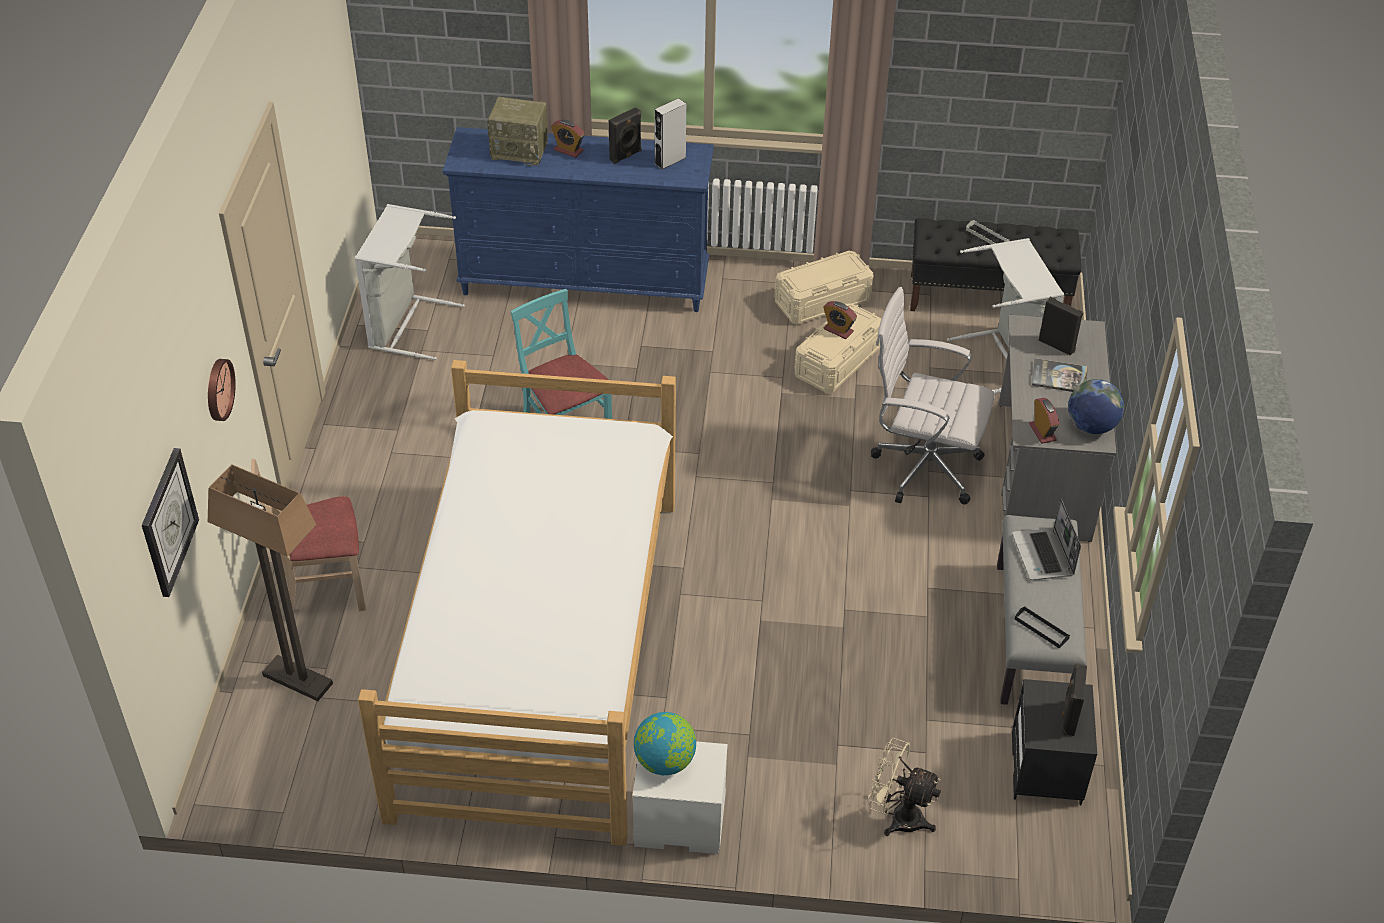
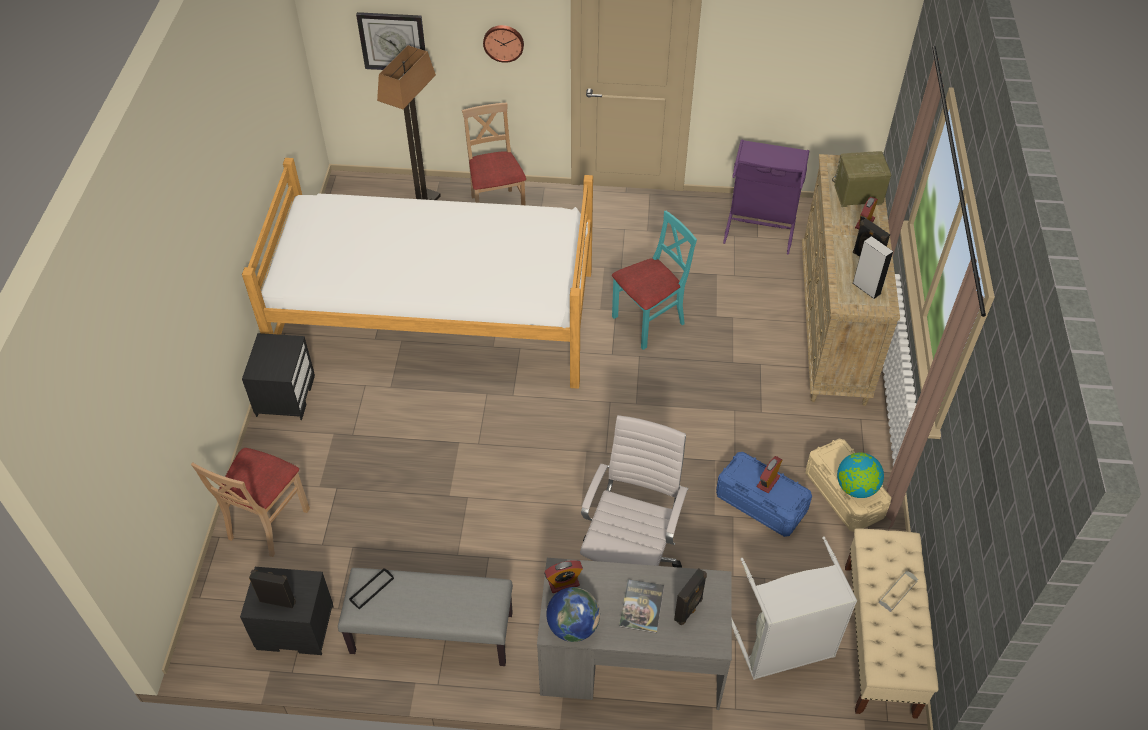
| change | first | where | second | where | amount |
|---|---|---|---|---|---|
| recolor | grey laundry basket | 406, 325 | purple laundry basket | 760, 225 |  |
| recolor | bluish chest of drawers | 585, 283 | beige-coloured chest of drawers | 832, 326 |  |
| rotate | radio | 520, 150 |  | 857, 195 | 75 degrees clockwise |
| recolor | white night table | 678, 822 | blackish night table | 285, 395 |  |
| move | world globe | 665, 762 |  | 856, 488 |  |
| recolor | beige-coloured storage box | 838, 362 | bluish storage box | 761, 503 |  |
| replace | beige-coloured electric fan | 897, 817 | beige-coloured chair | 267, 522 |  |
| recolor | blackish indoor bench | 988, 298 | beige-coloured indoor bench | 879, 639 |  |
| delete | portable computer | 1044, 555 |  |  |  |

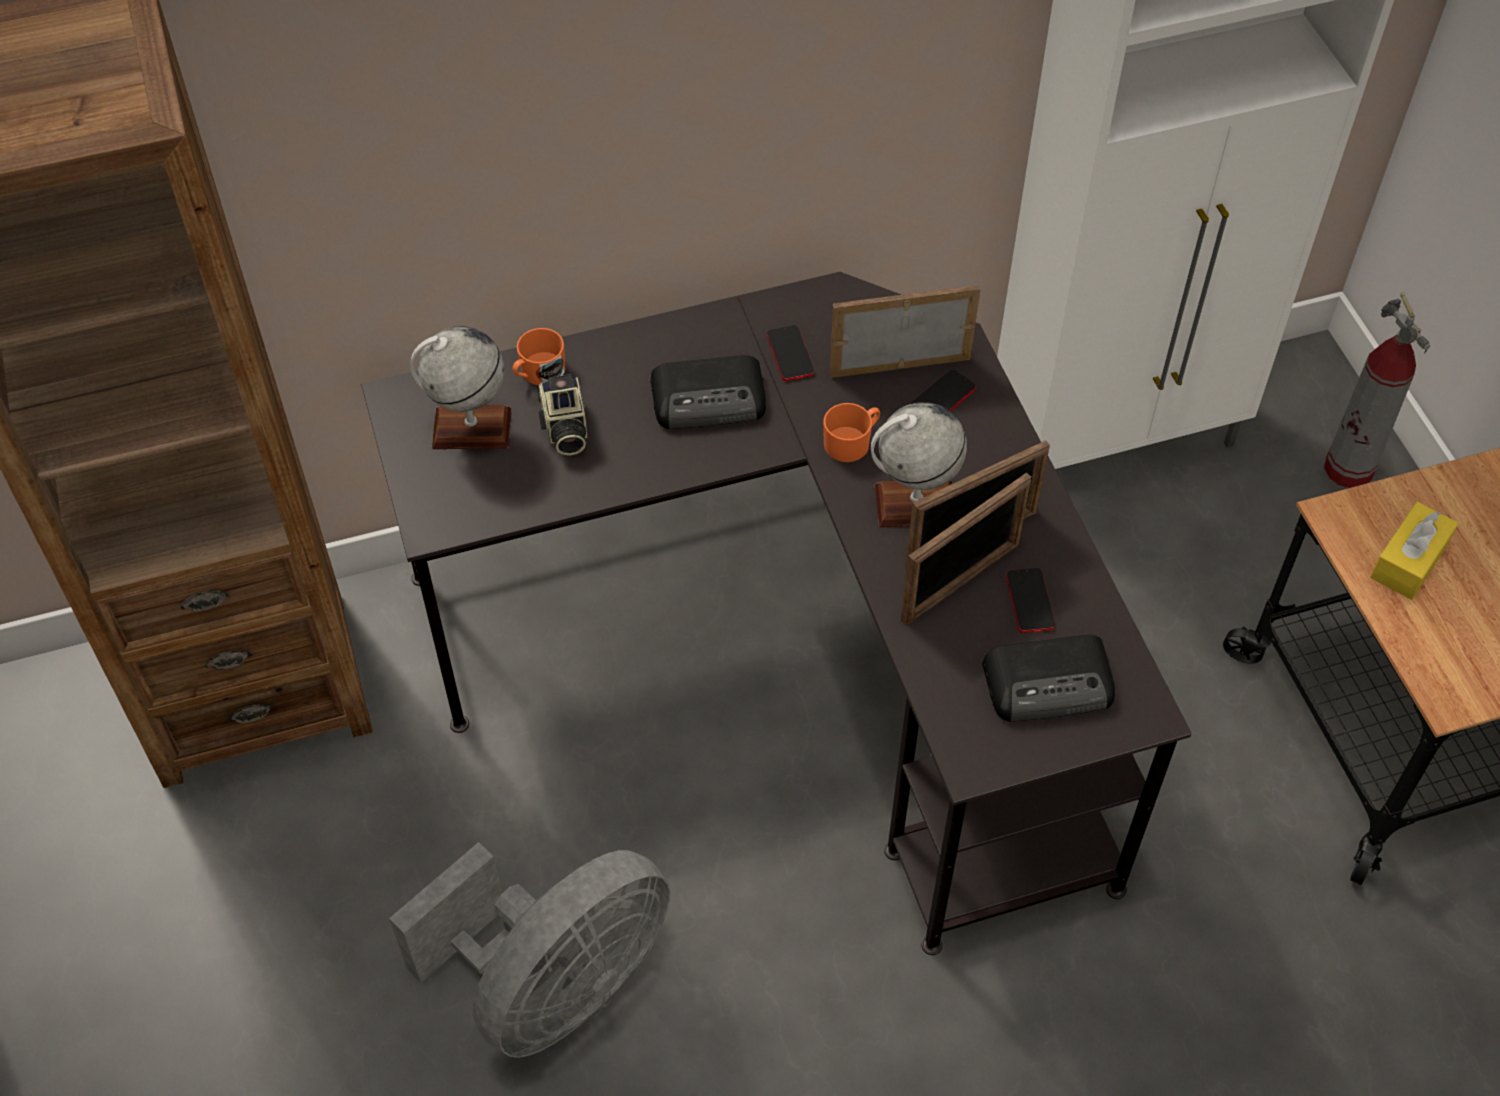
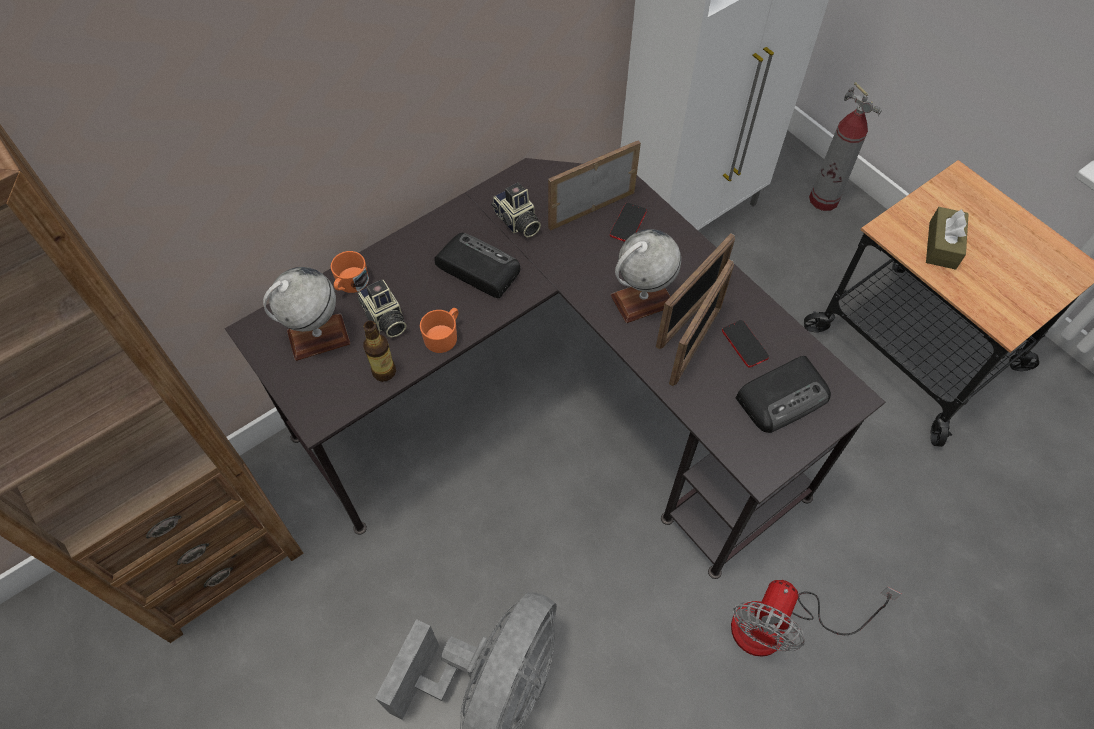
| change | first | where | second | where | amount |
|---|---|---|---|---|---|
| rotate | radio | 710, 399 |  | 477, 268 | 120 degrees counterclockwise |
| replace | handset | 790, 354 | still camera | 517, 222 |  |
| move | orangey tea mug | 852, 442 |  | 443, 336 |  |
| recolor | yellowish box of tissues | 1409, 561 | brown-coloured box of tissues | 942, 245 |  |
| insert |  |  | drink bottle | 384, 371 |  |
| insert |  |  | electric fan | 778, 626 |  |

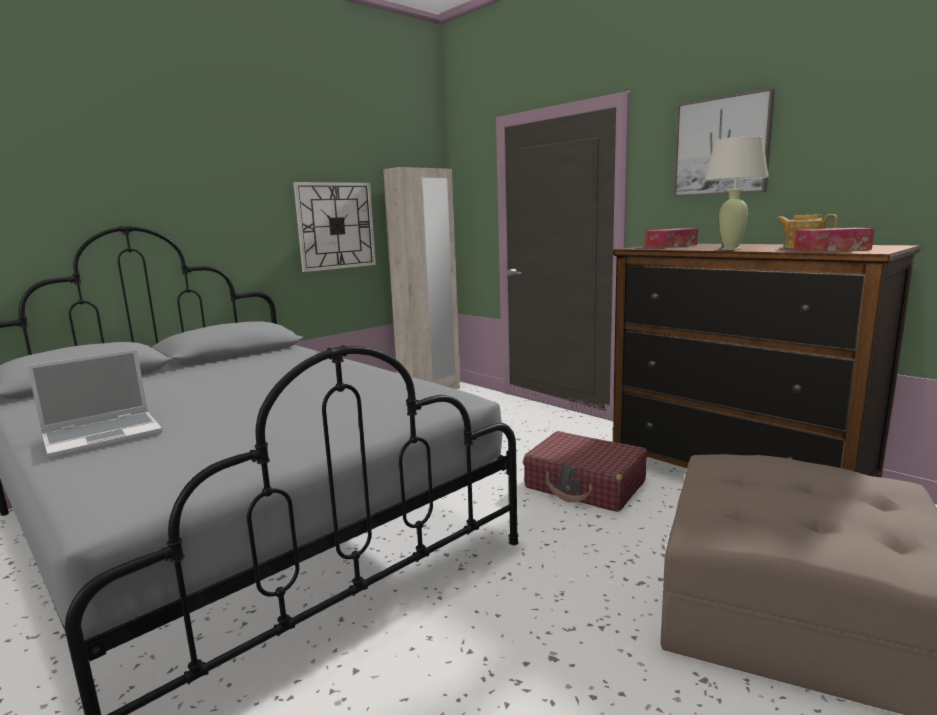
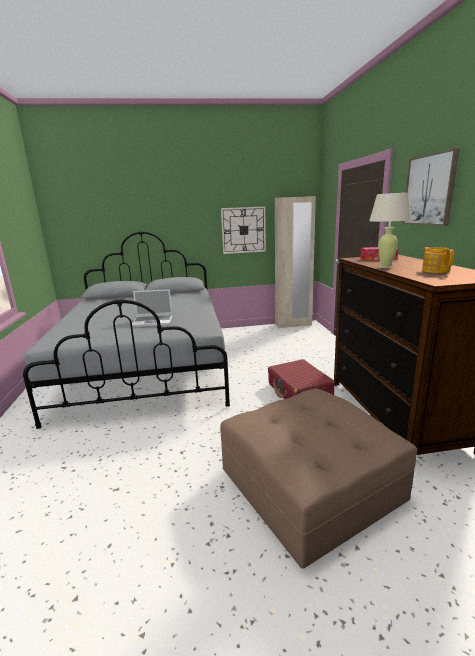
| change | first | where | second | where | amount |
|---|---|---|---|---|---|
| move | portable computer | 104, 436 |  | 153, 322 |  |
| delete | box of tissues | 831, 249 |  |  |  |

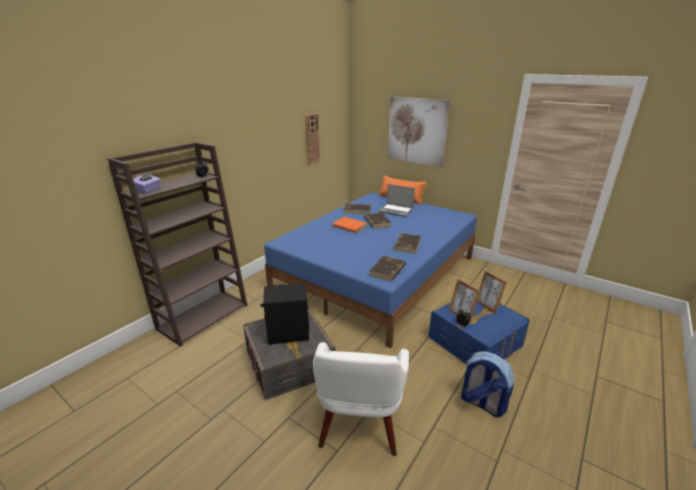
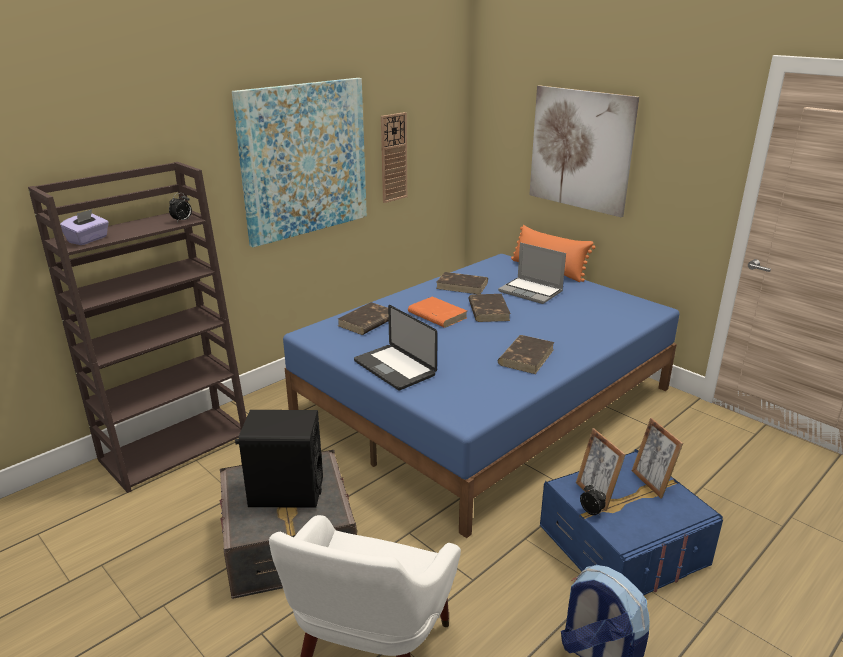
| change | first | where | second | where | amount |
|---|---|---|---|---|---|
| move | brown-coloured book | 387, 270 |  | 367, 322 |  |
| insert |  |  | picture | 304, 160 |  |
| insert |  |  | portable computer | 394, 368 |  |

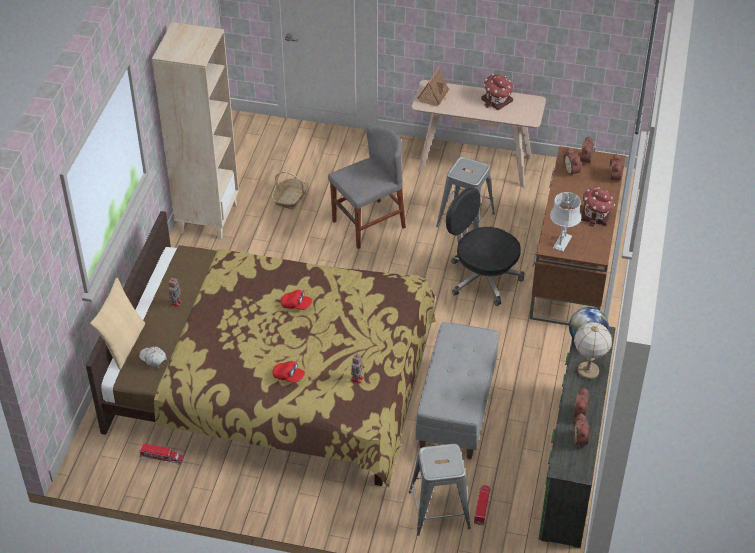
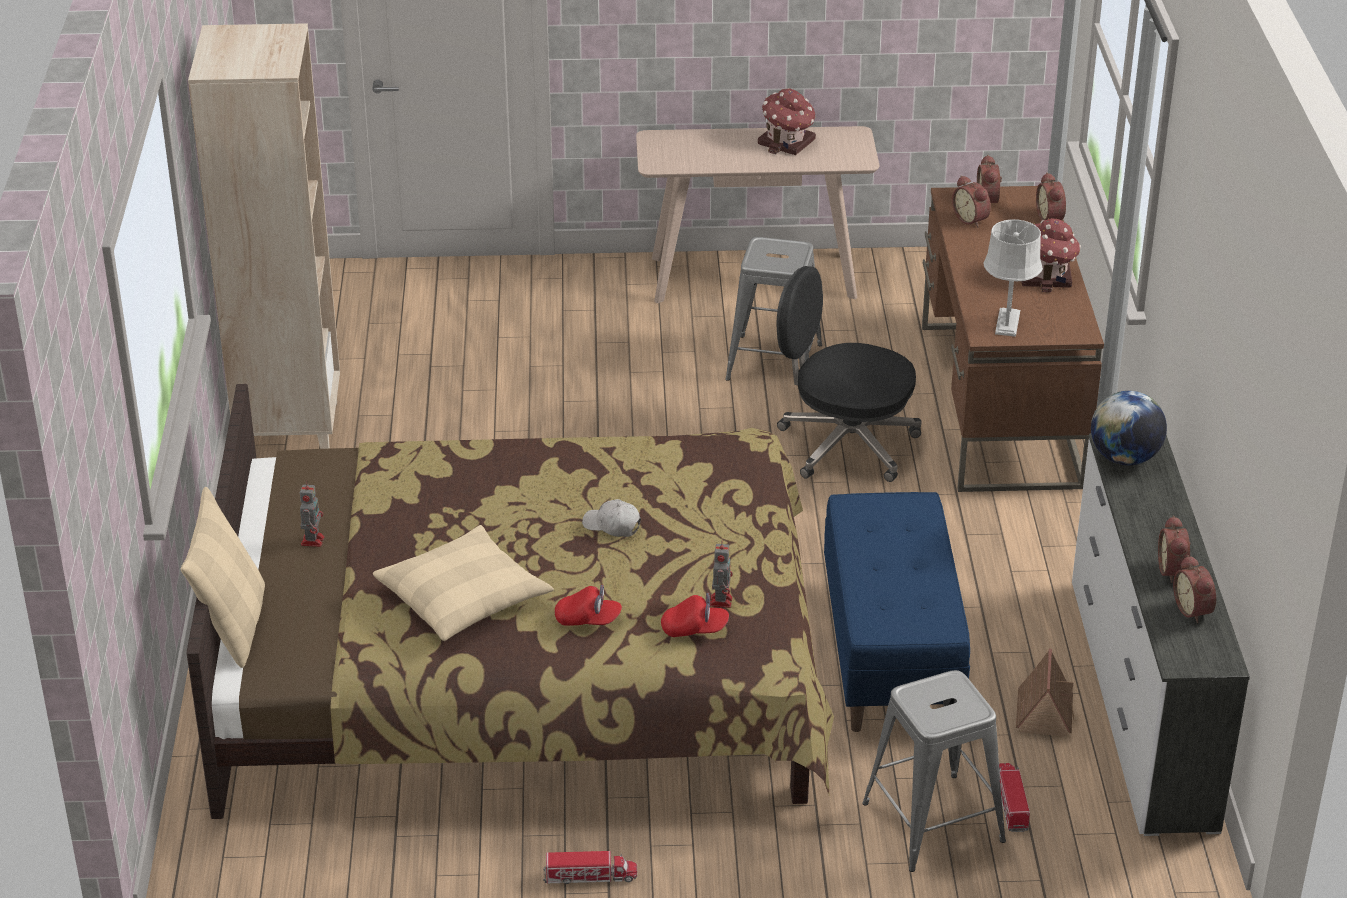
| change | first | where | second | where | amount |
|---|---|---|---|---|---|
| move | white cap | 153, 359 |  | 612, 525 |  |
| move | toy truck | 162, 457 |  | 590, 876 |  |
| delete | household basket | 290, 198 |  |  |  |
| move | reddish cap | 296, 305 |  | 694, 629 |  |
| delete | grey chair | 368, 224 |  |  |  |
| recolor | grey indoor bench | 455, 408 | bluish indoor bench | 889, 652 |  |
| move | miniature house | 433, 95 |  | 1044, 712 |  |
| recolor | green chest of drawers | 571, 463 | white chest of drawers | 1140, 702 |  |
| delete | tabletop lamp | 588, 371 |  |  |  |
| insert |  |  | beige-coloured cushion | 463, 597 |  |

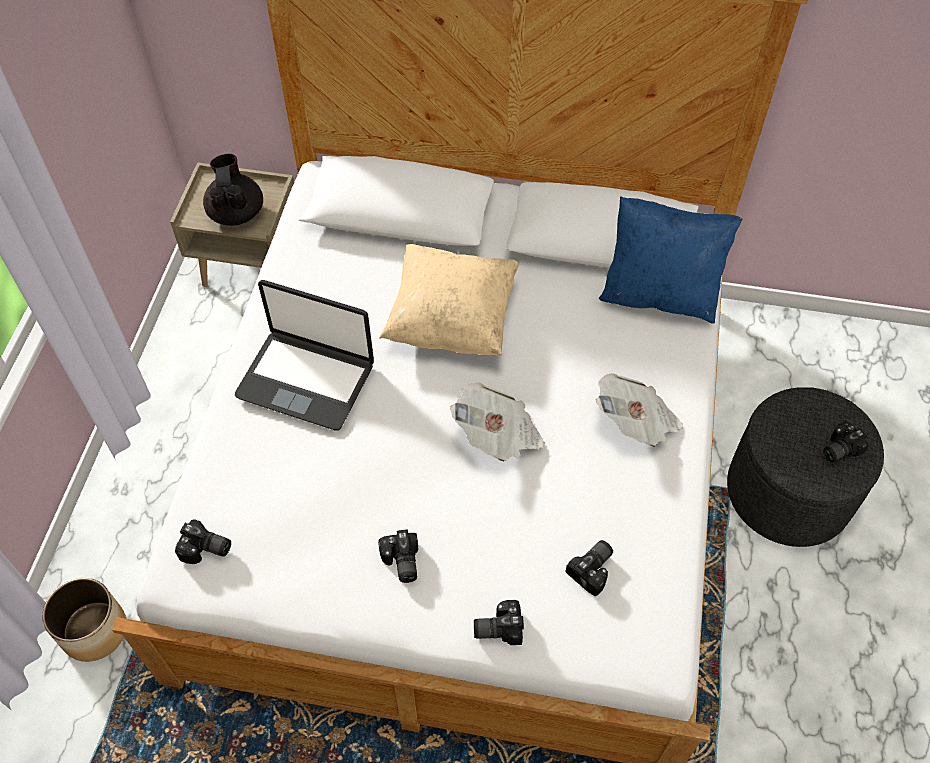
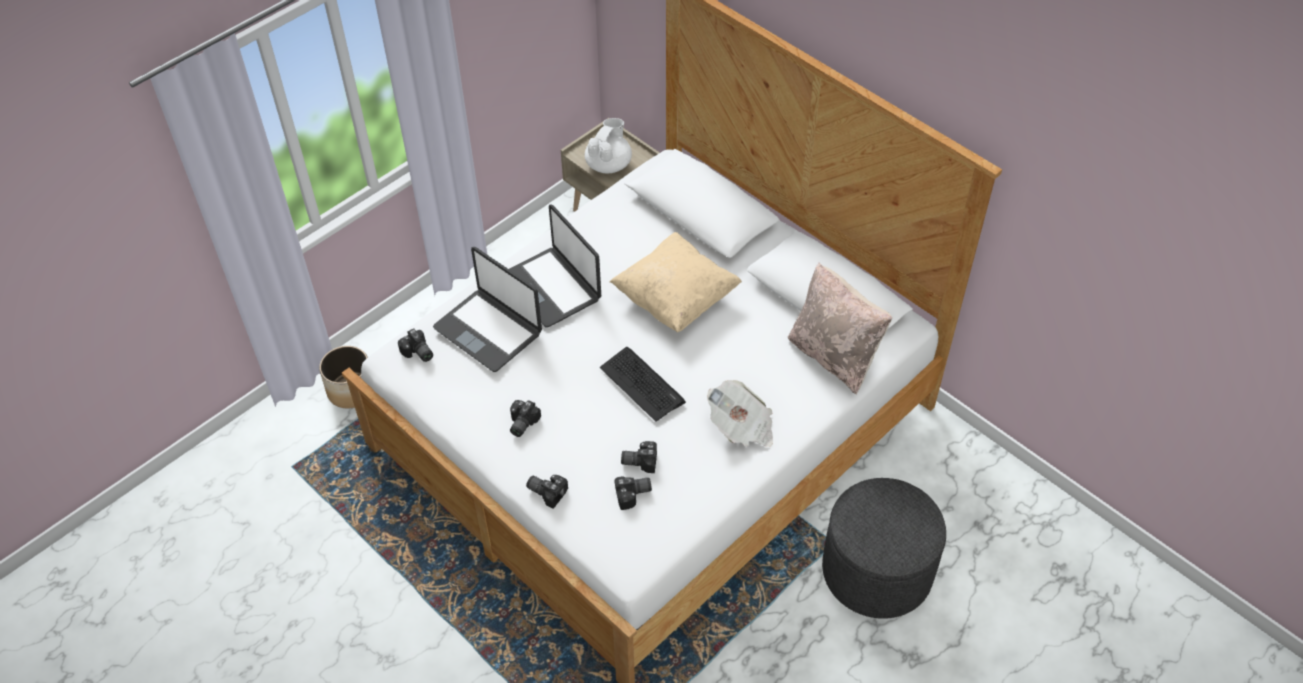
| change | first | where | second | where | amount |
|---|---|---|---|---|---|
| recolor | blackish tea pot | 236, 213 | white tea pot | 609, 164 |  |
| replace | newspaper | 498, 435 | computer keyboard | 642, 384 |  |
| recolor | bluish cushion | 659, 295 | beige-coloured cushion | 834, 356 |  |
| move | still camera | 838, 448 |  | 639, 460 |  |
| insert |  |  | portable computer | 489, 330 |  |

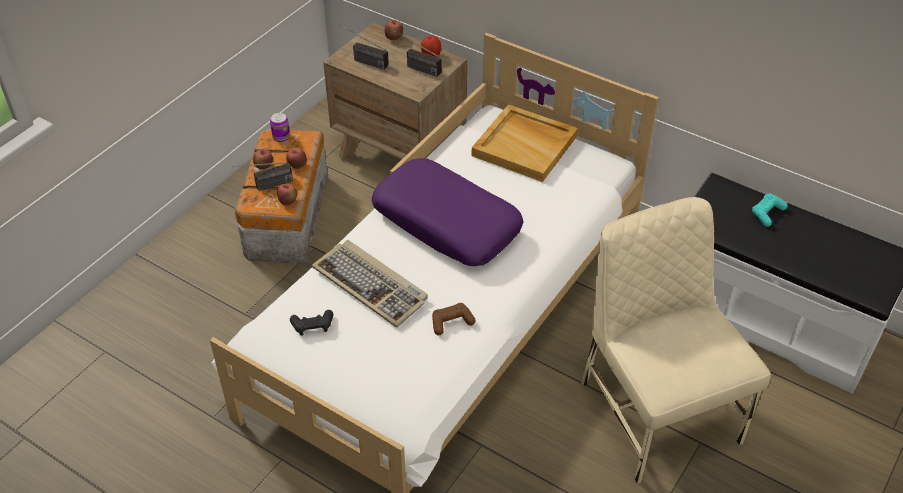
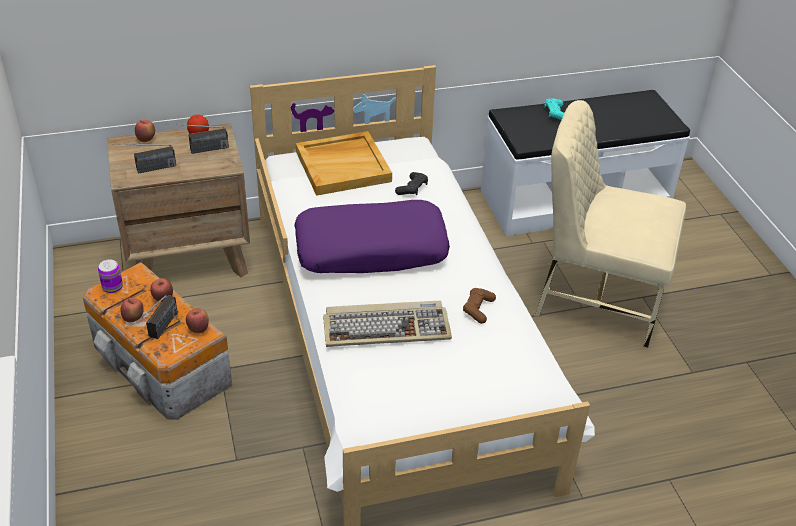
| change | first | where | second | where | amount |
|---|---|---|---|---|---|
| move | blackish joypad | 312, 326 |  | 412, 189 |  |

